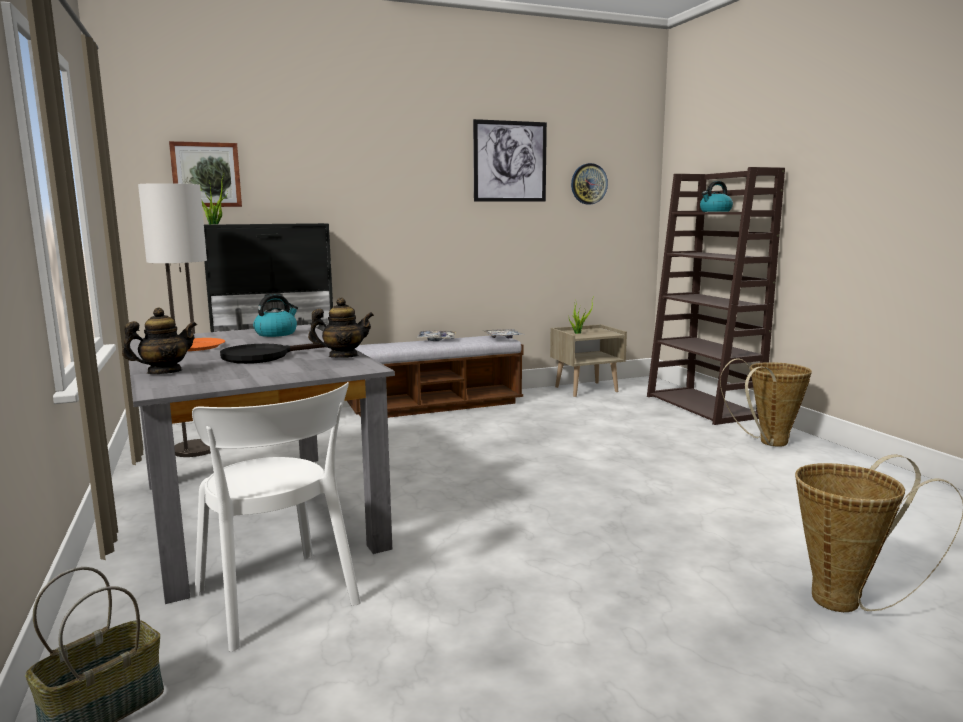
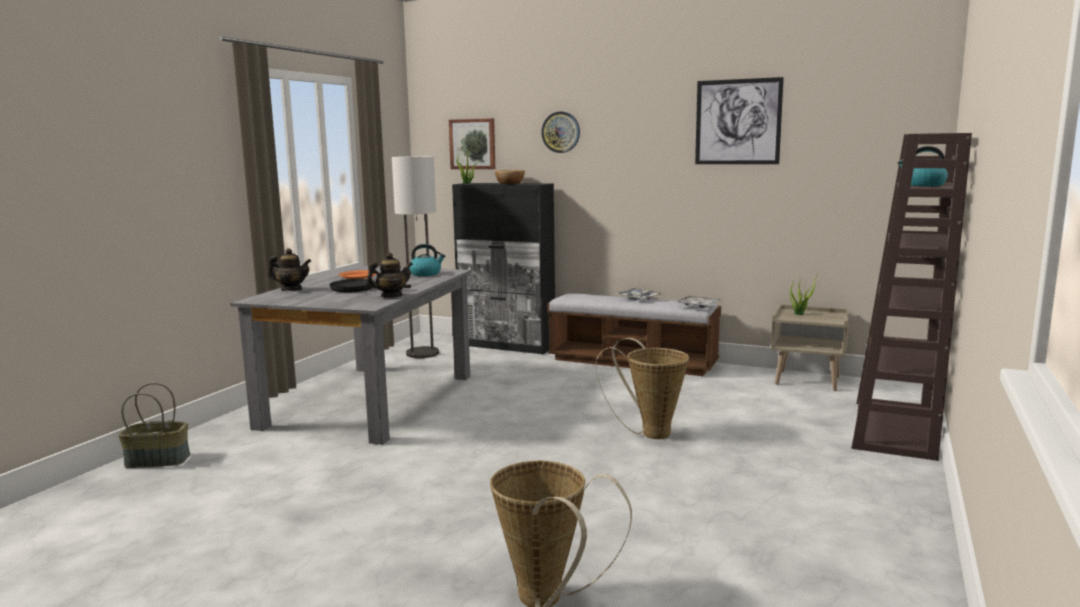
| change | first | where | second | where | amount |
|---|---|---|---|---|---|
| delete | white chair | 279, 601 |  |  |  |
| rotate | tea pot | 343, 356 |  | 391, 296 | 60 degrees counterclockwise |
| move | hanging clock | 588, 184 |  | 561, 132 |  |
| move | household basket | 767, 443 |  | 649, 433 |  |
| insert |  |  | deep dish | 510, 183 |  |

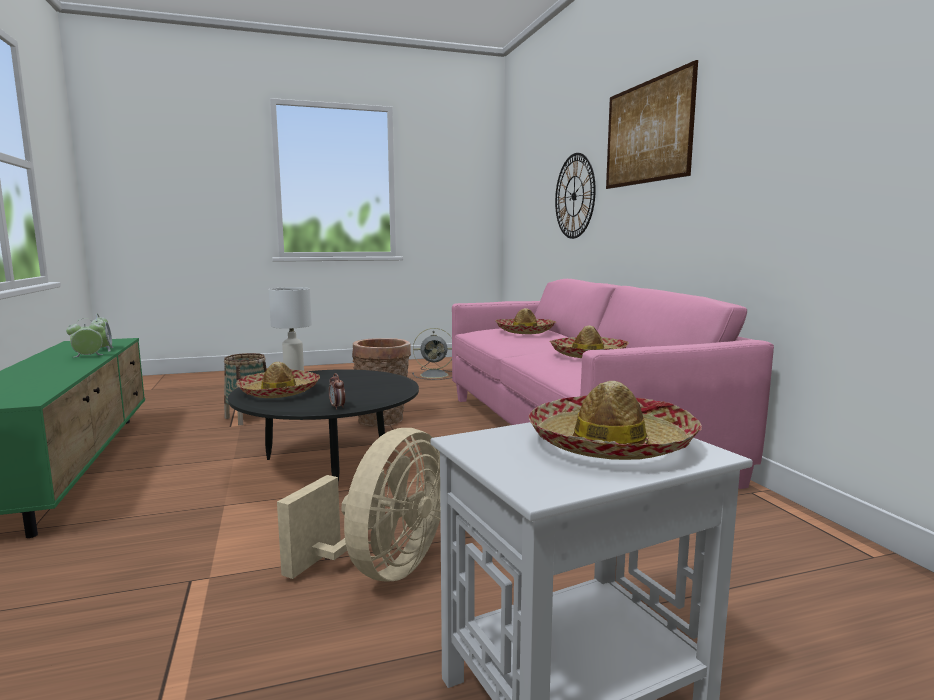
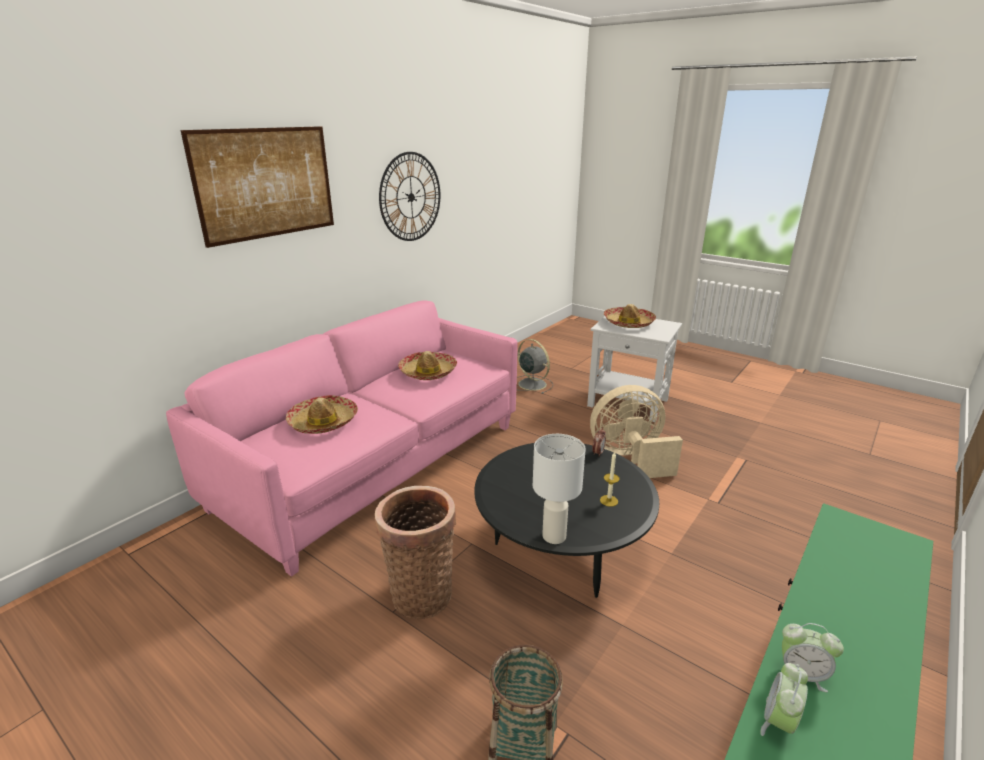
| change | first | where | second | where | amount |
|---|---|---|---|---|---|
| replace | wearable hat | 279, 392 | candle | 609, 500 |  |
| move | grey electric fan | 435, 375 |  | 531, 384 |  |
| move | hanging clock | 574, 196 |  | 411, 197 |  |

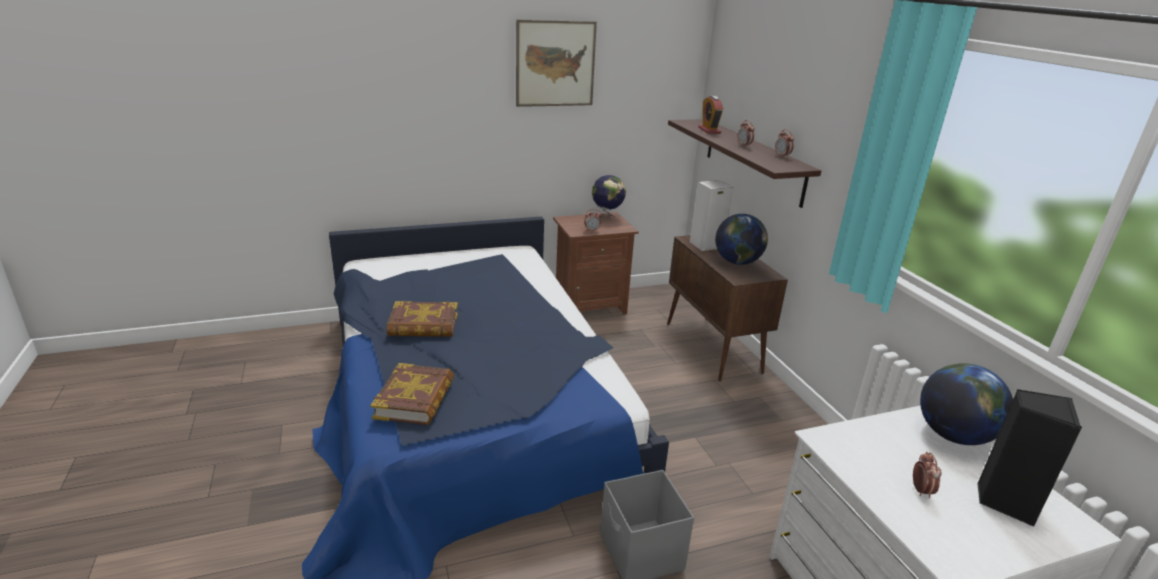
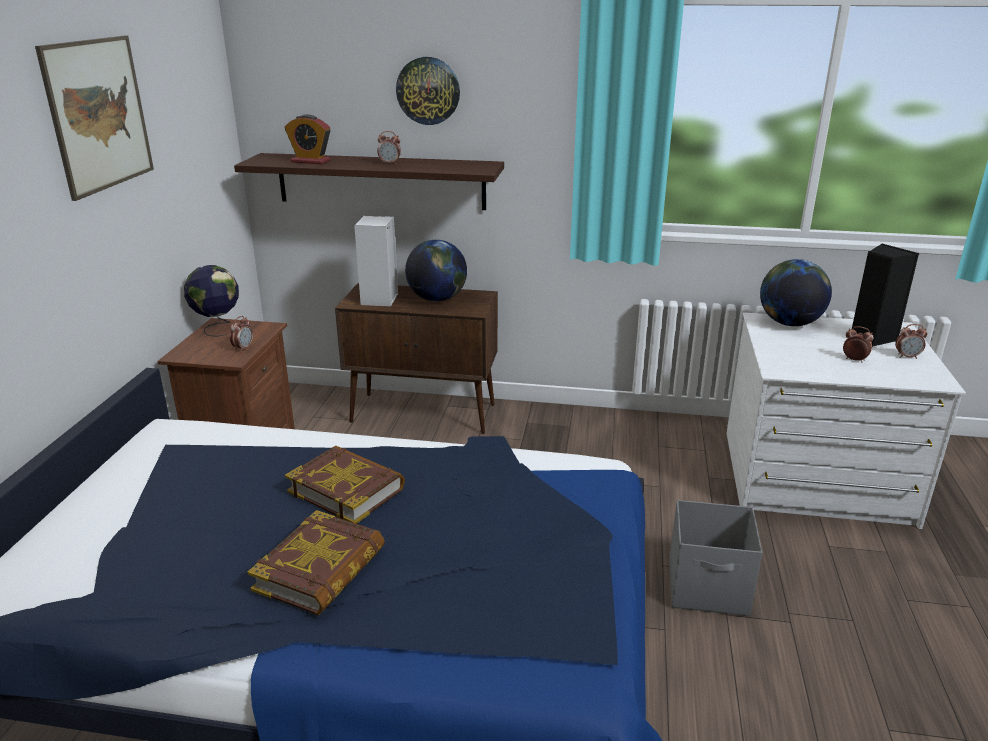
| change | first | where | second | where | amount |
|---|---|---|---|---|---|
| move | book | 415, 399 |  | 347, 490 |  |
| move | bedside clock | 782, 156 |  | 907, 357 |  |
| insert |  |  | hanging clock | 428, 91 |  |

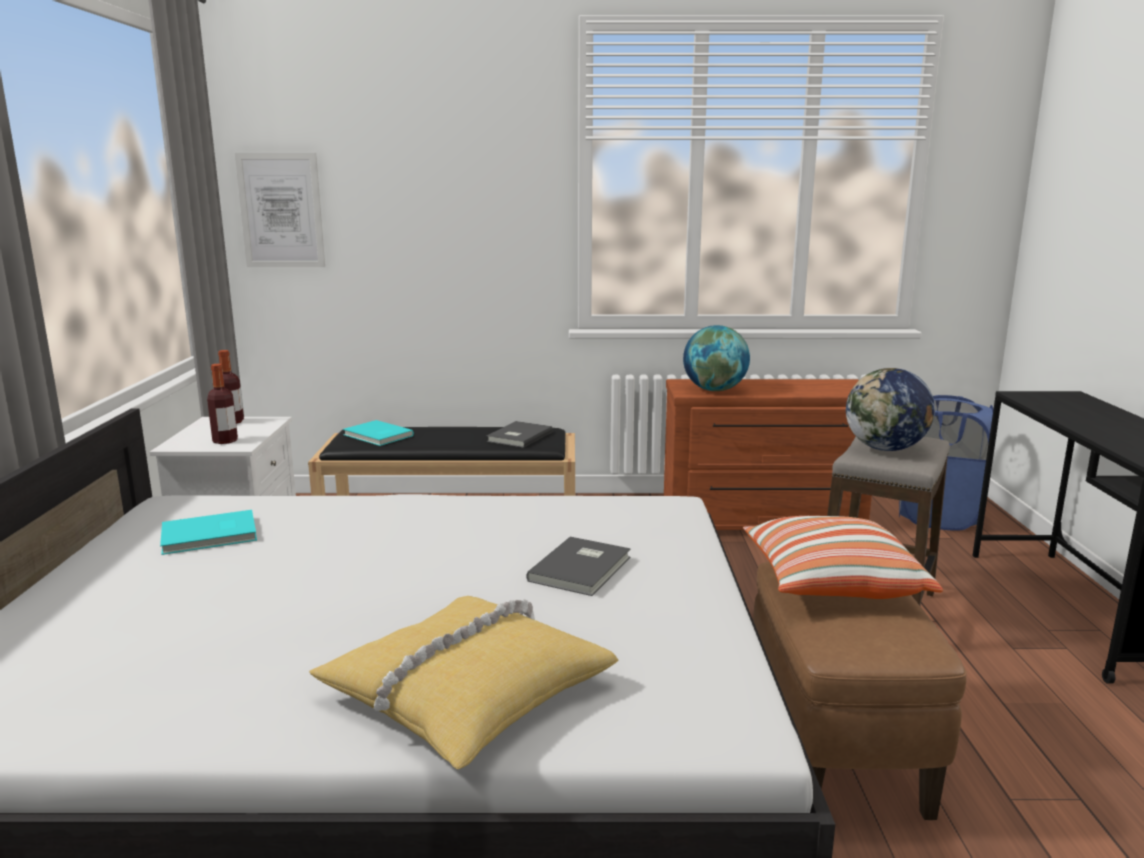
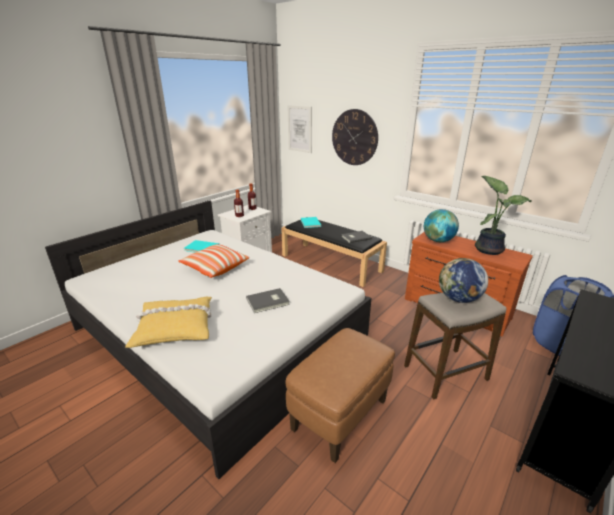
| change | first | where | second | where | amount |
|---|---|---|---|---|---|
| move | cushion | 831, 583 |  | 215, 268 |  |
| insert |  |  | hanging clock | 354, 137 |  |
| insert |  |  | plant in a pot | 488, 249 |  |

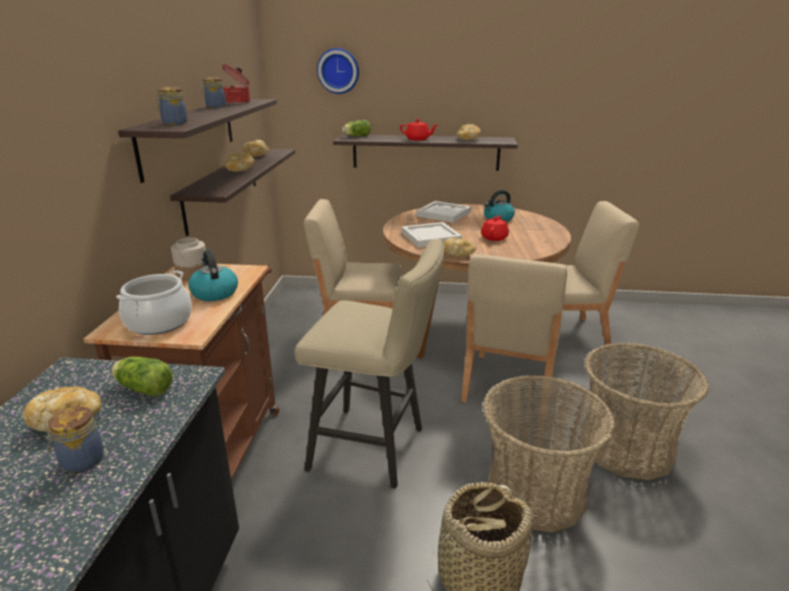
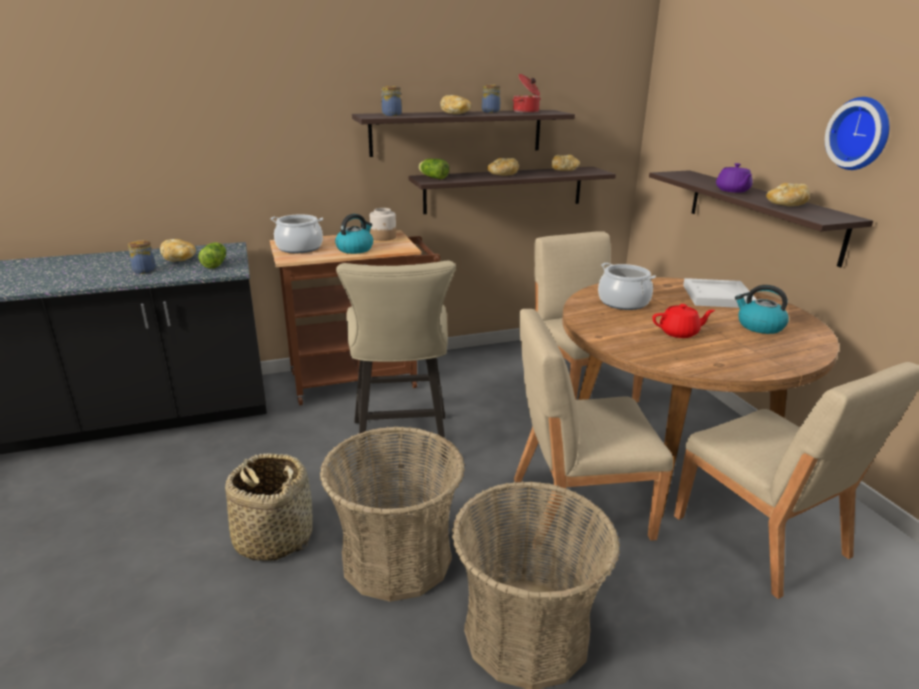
| change | first | where | second | where | amount |
|---|---|---|---|---|---|
| move | hanging clock | 338, 71 |  | 861, 133 |  |
| move | head of lettuce | 356, 136 |  | 432, 177 |  |
| recolor | reddish tea pot | 418, 139 | purple tea pot | 732, 190 |  |
| replace | white serving tray | 430, 237 | stockpot | 623, 302 |  |
| move | bread | 458, 255 |  | 455, 114 |  |

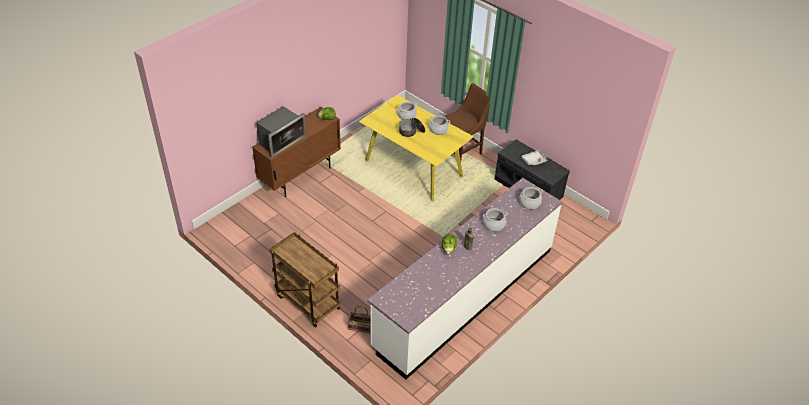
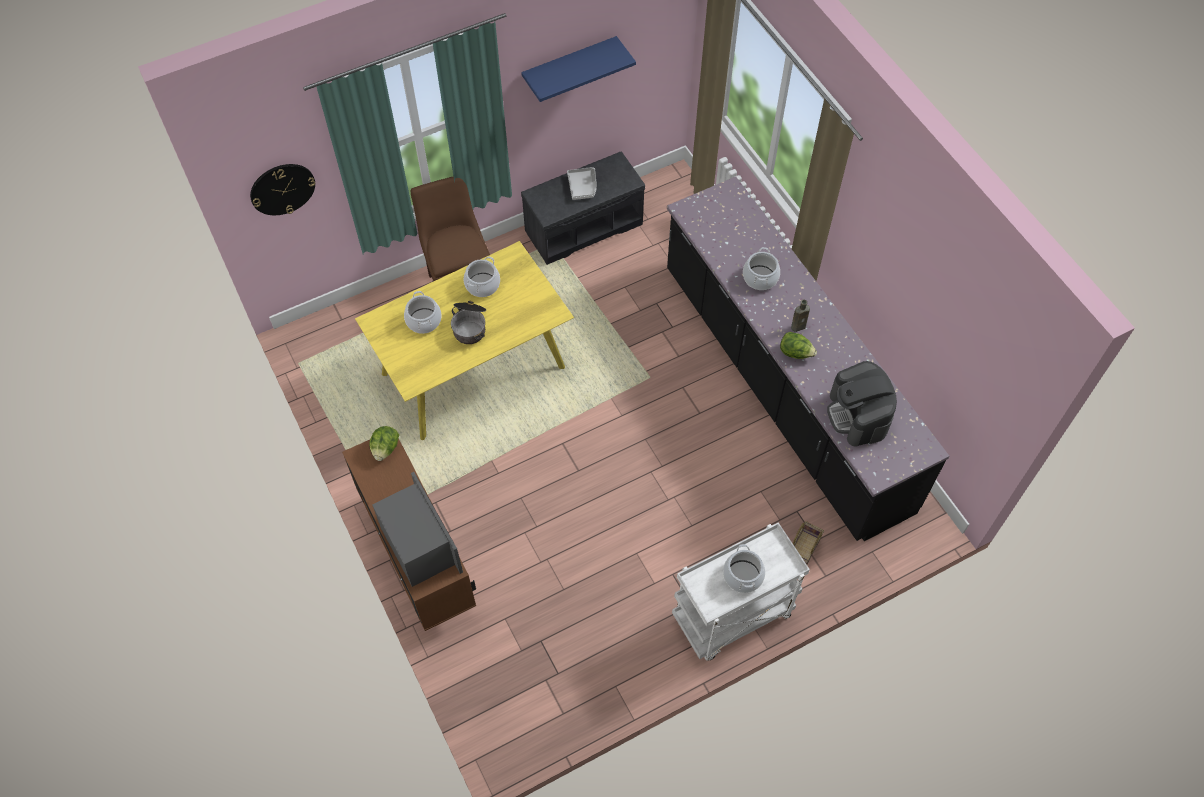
| change | first | where | second | where | amount |
|---|---|---|---|---|---|
| recolor | brown-coloured wheeled cart | 307, 302 | white wheeled cart | 732, 617 |  |
| recolor | white counter | 464, 297 | blackish counter | 783, 388 |  |
| move | stockpot | 529, 203 |  | 742, 576 |  |
| insert |  |  | hanging clock | 282, 189 |  |
| insert |  |  | bluish wall shelf | 569, 66 |  |
| insert |  |  | coffee brewer | 858, 415 |  |

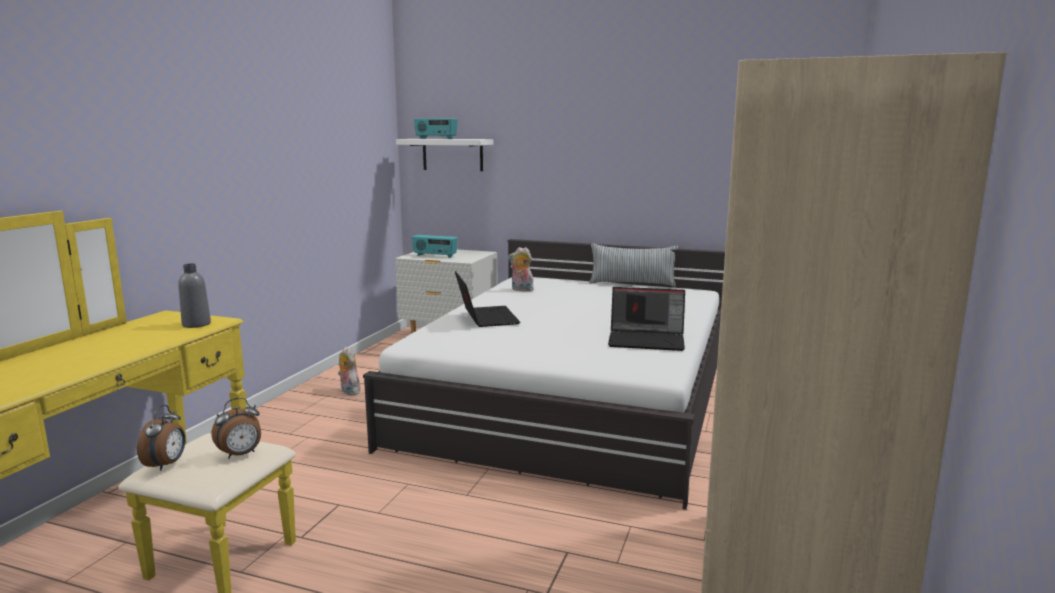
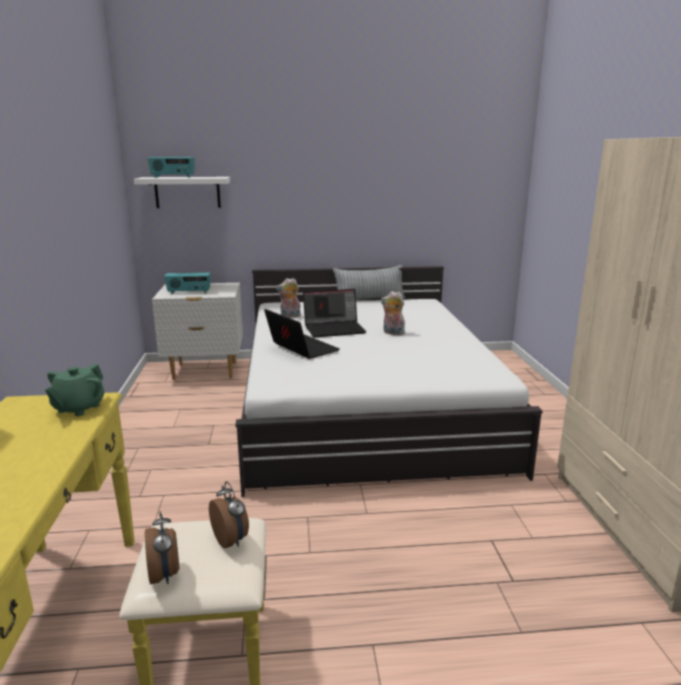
| change | first | where | second | where | amount |
|---|---|---|---|---|---|
| replace | grey drink bottle | 196, 324 | green tea pot | 78, 408 |  |
| rotate | bedside clock | 241, 454 |  | 231, 540 | 60 degrees counterclockwise |
| move | soft toy | 348, 391 |  | 392, 333 |  |
| move | portable computer | 647, 340 |  | 335, 329 |  |

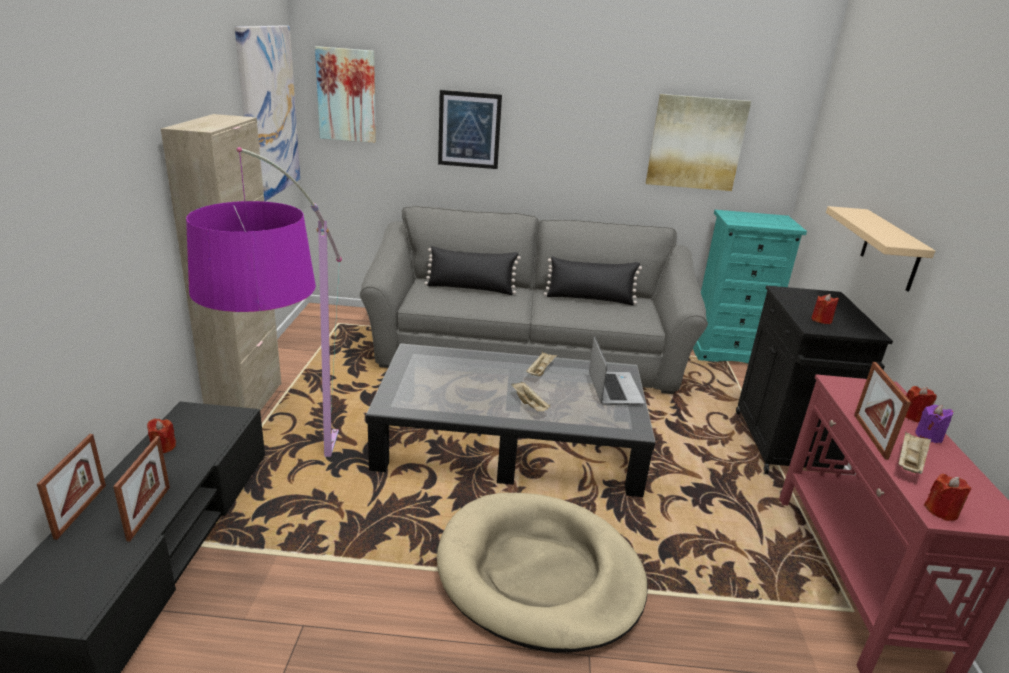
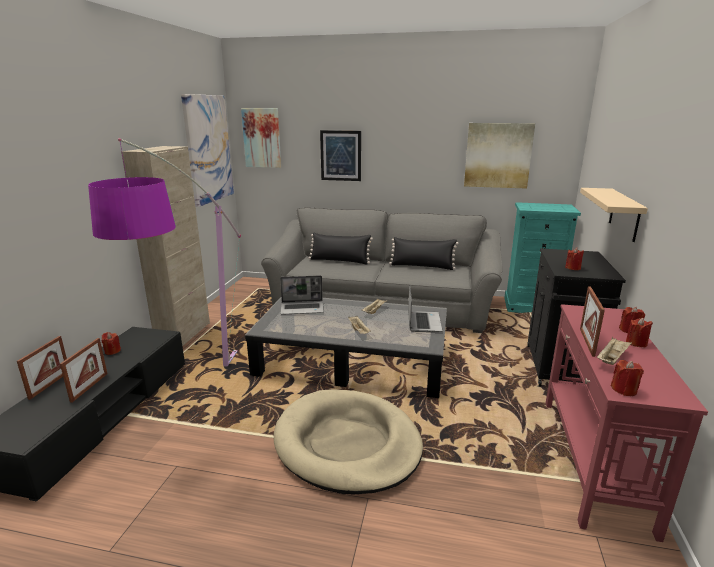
| change | first | where | second | where | amount |
|---|---|---|---|---|---|
| recolor | purple candle | 928, 436 | reddish candle | 636, 343 |  |
| insert |  |  | portable computer | 302, 308 |  |

